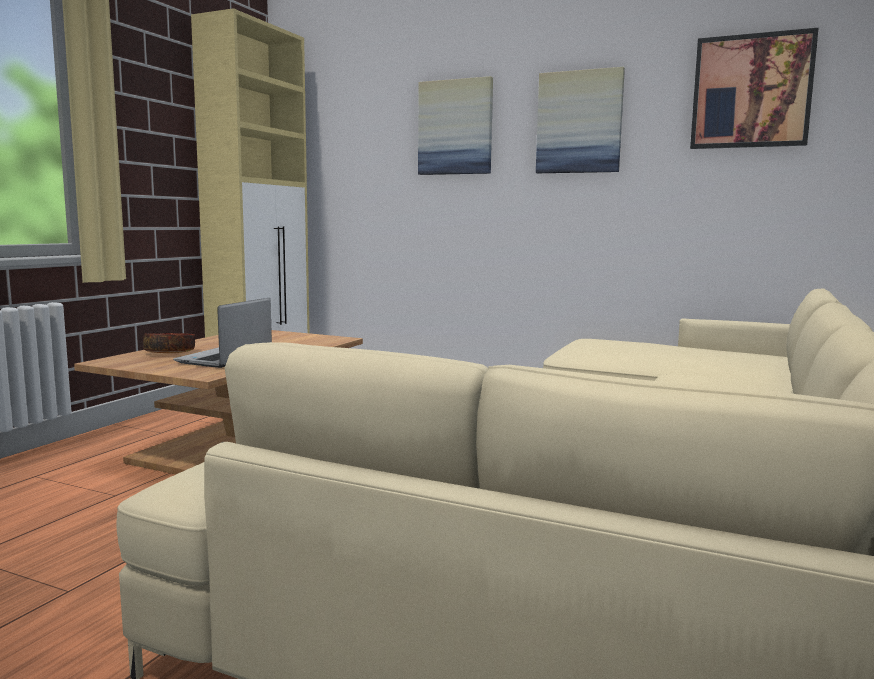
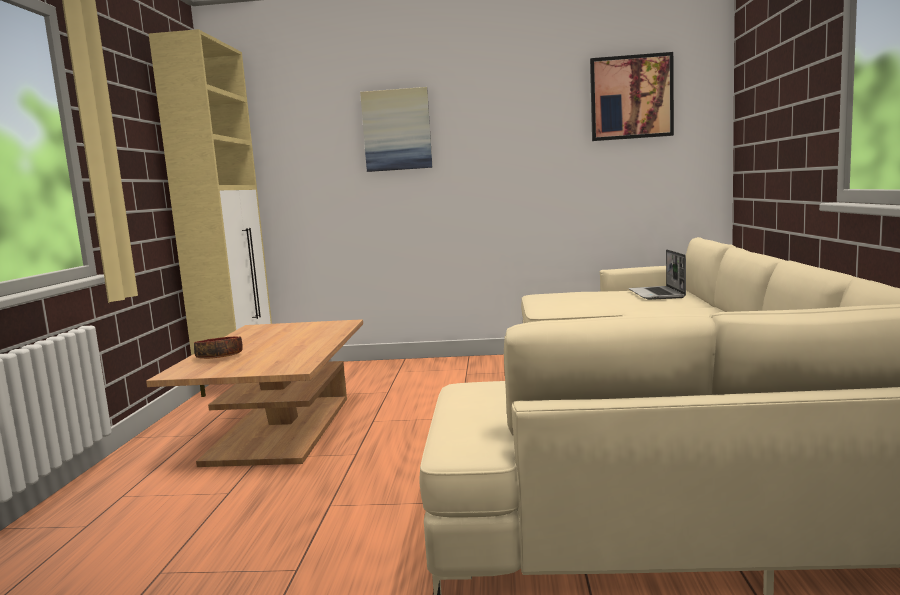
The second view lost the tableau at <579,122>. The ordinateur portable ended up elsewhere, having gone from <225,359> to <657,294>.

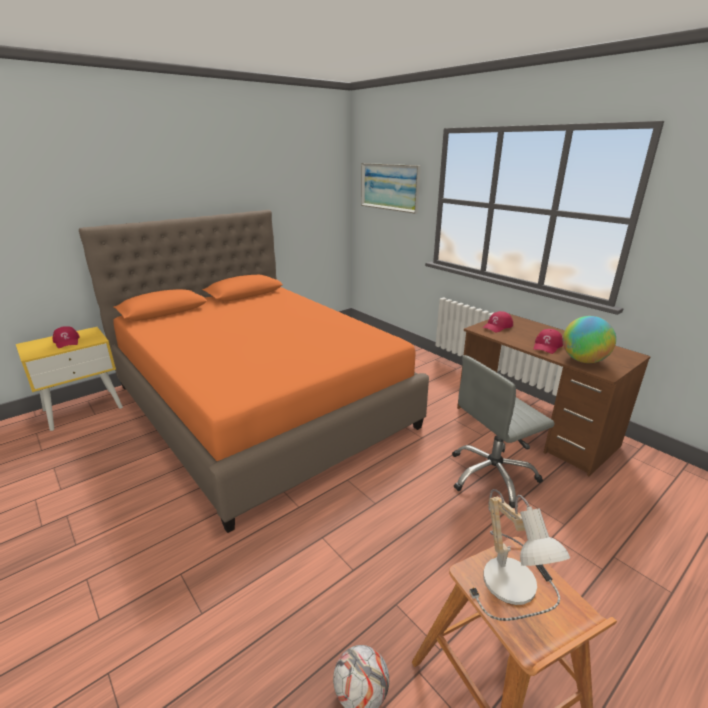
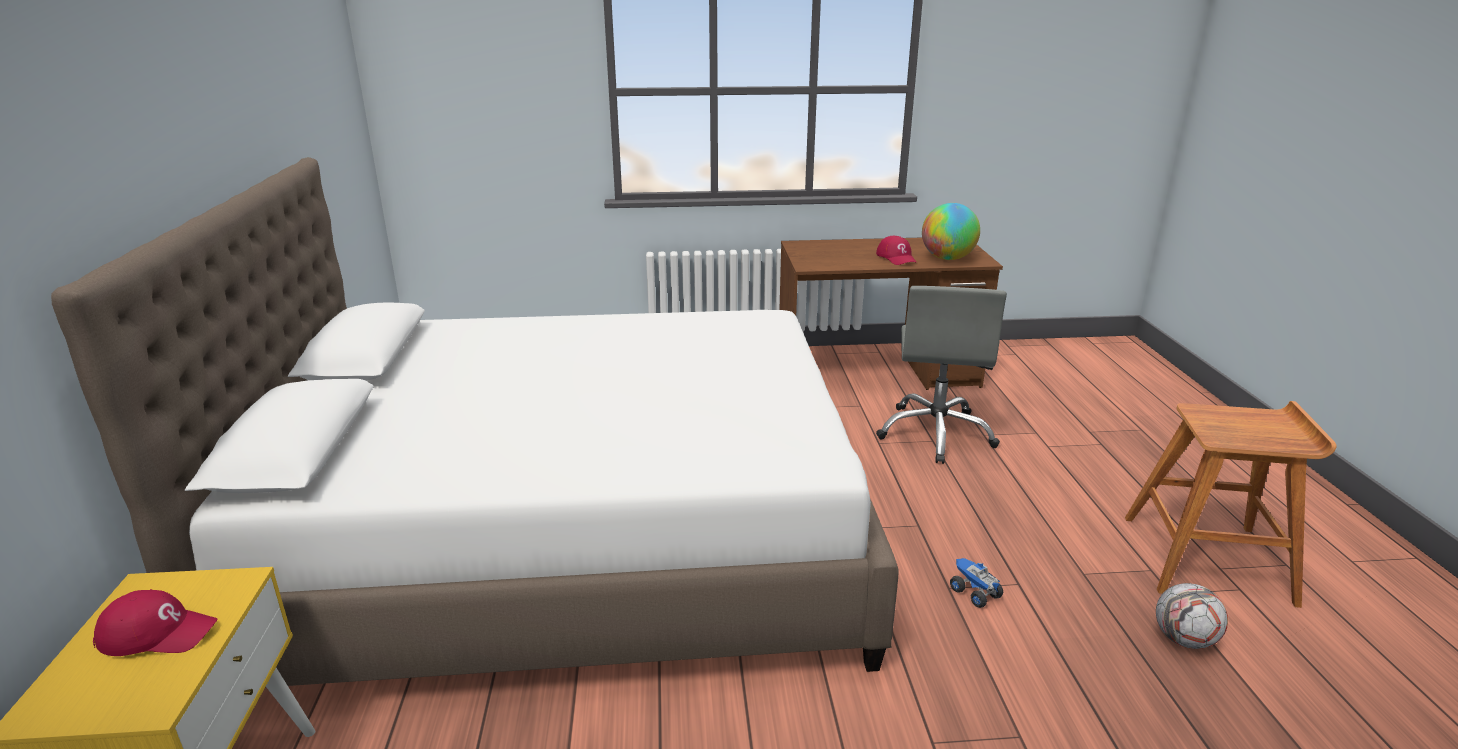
The second view lost the tableau at <389,187>. What was the lit (orange) at <261,405> turned into the lit (blanc) at <573,540>. The second view lost the casquette (rouge) at <497,326>. The second view lost the lampe de table at <516,583>. The second view gained the camion jouet at <974,593>.

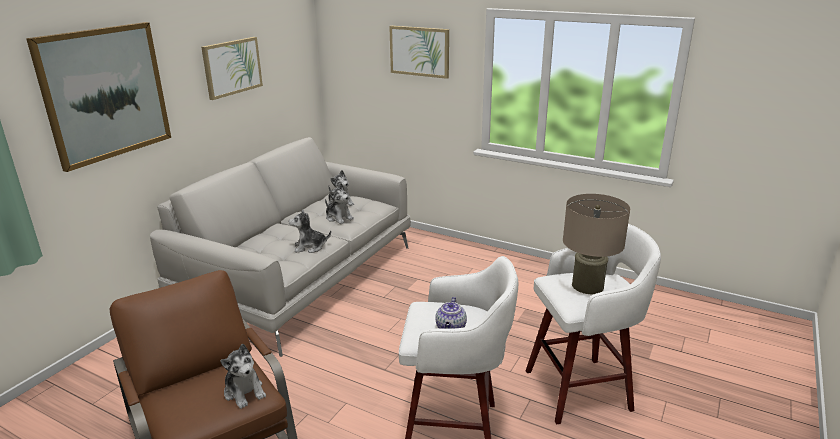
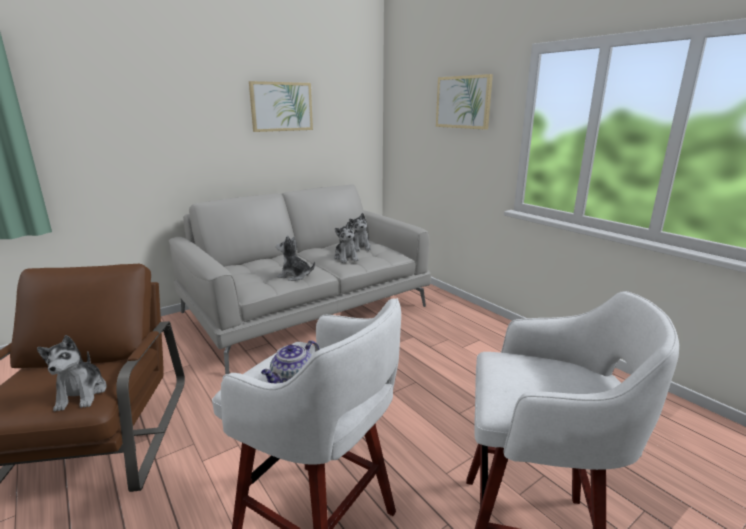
The second view lost the tableau at <105,93>. The second view lost the lampe de table (beige) at <587,286>.

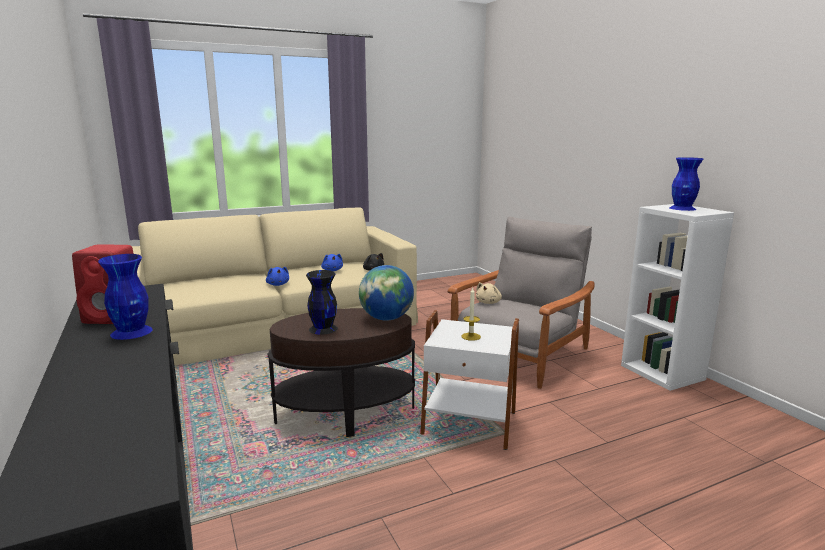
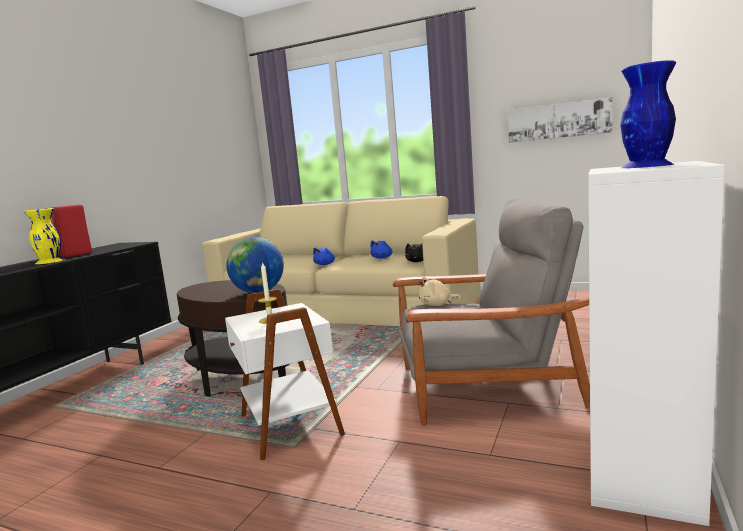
What was the vase (bleu) at <132,332> turned into the vase (jaune) at <50,261>. The second view lost the vase (noir) at <322,329>. The second view gained the tableau at <558,121>.

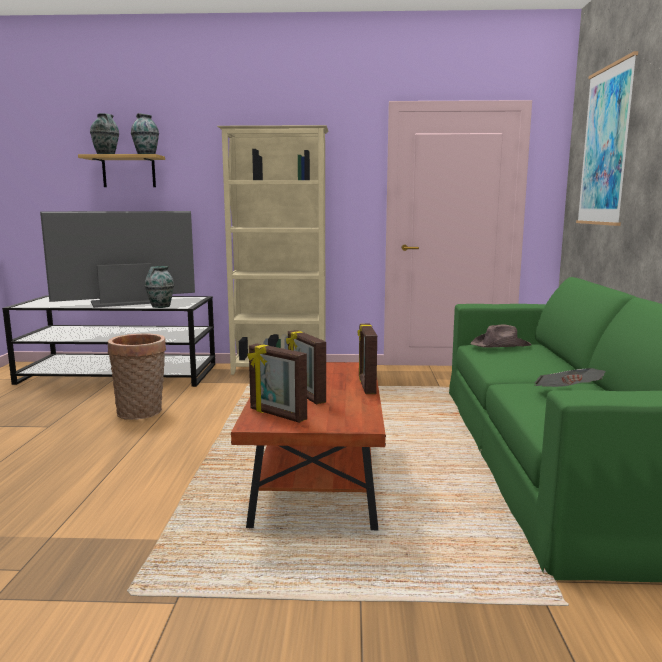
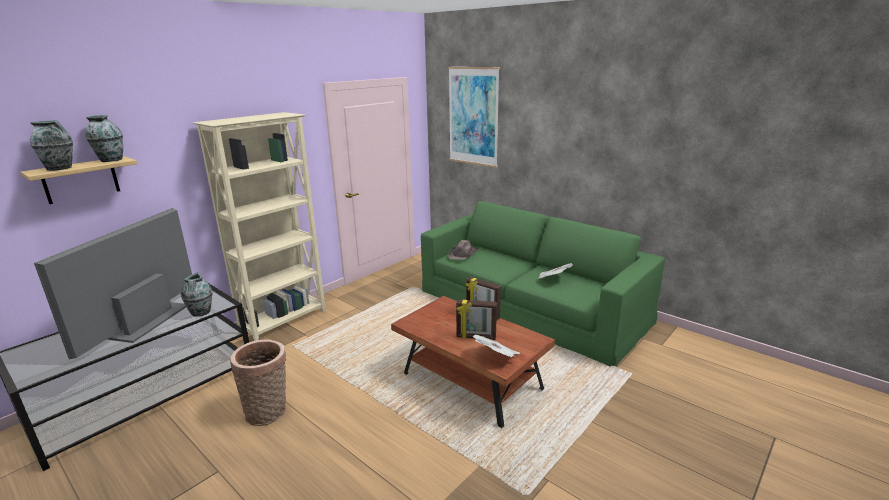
Where the cadre photo stood at <277,415>, the journal came to stand at <496,357>.

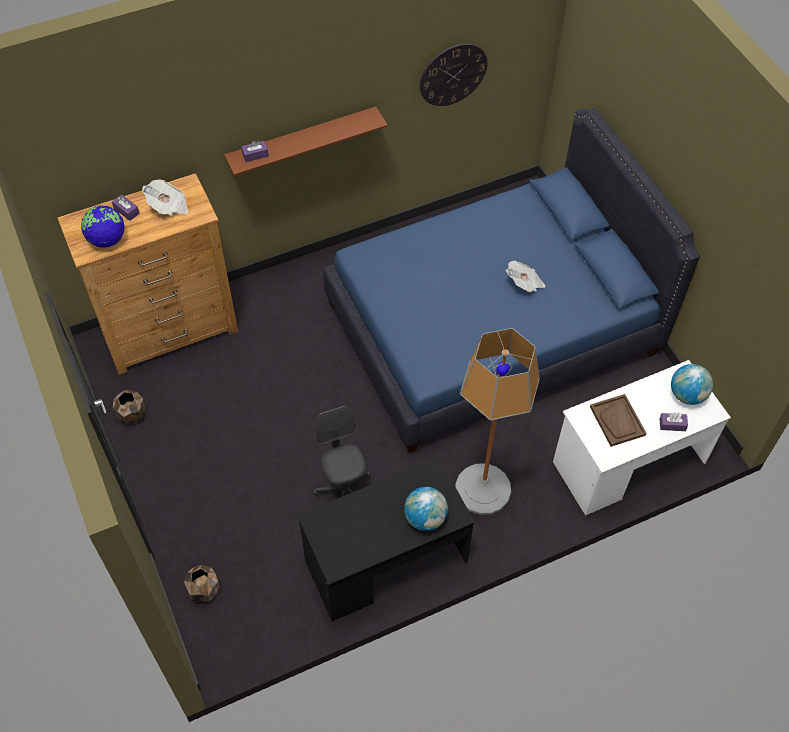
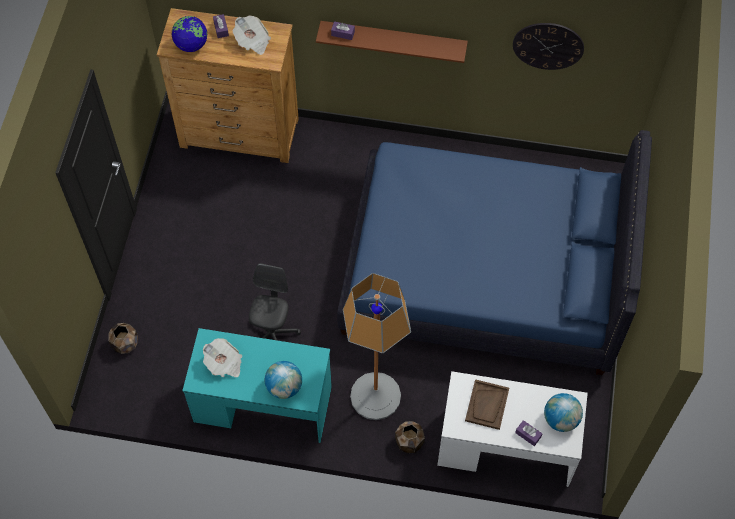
The journal ended up elsewhere, having gone from <524,283> to <224,363>. The cache-pot (marron) ended up elsewhere, having gone from <132,415> to <409,442>. What was the bureau (noir) at <385,562> turned into the bureau (turquoise) at <263,404>.

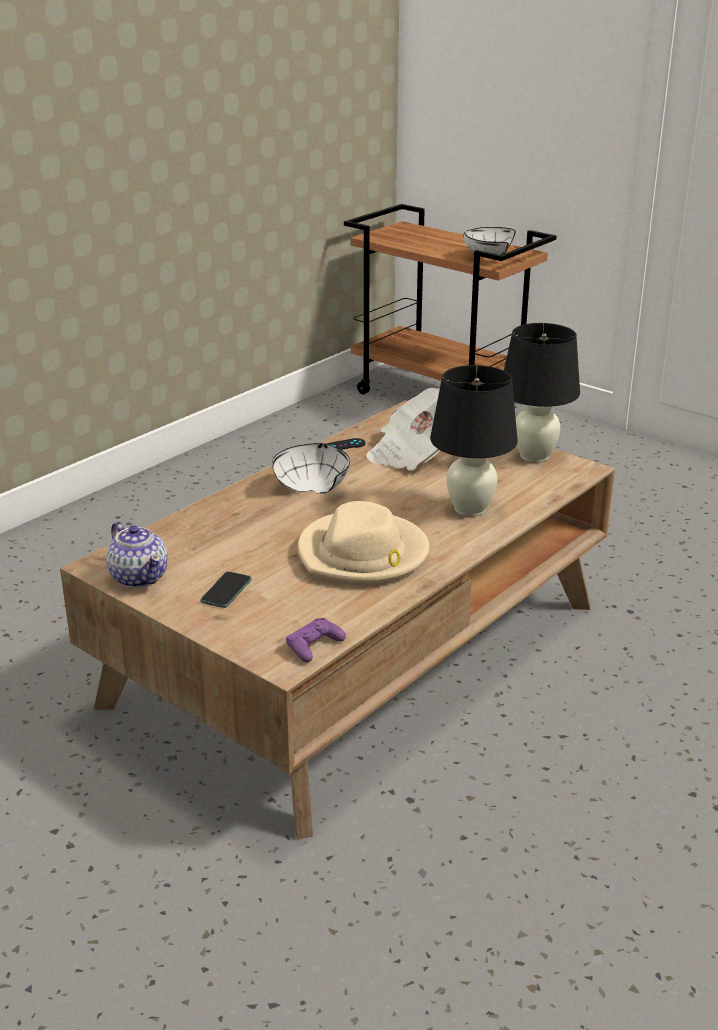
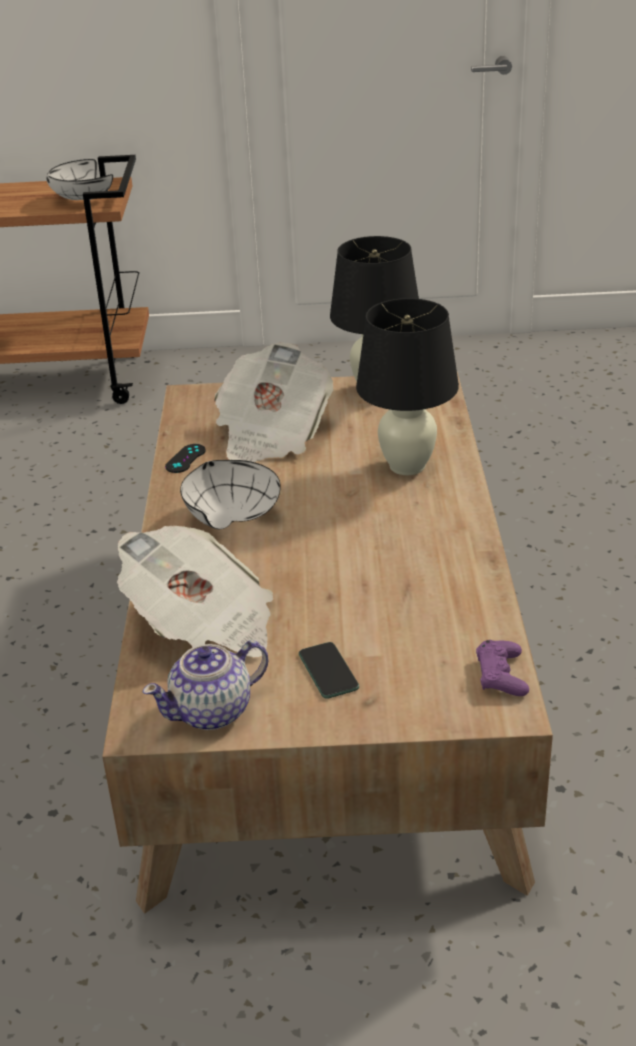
The second view lost the chapeau (beige) at <363,554>. The théière at <139,577> ended up facing another way, 135 degrees clockwise from before. The second view gained the journal at <203,625>.

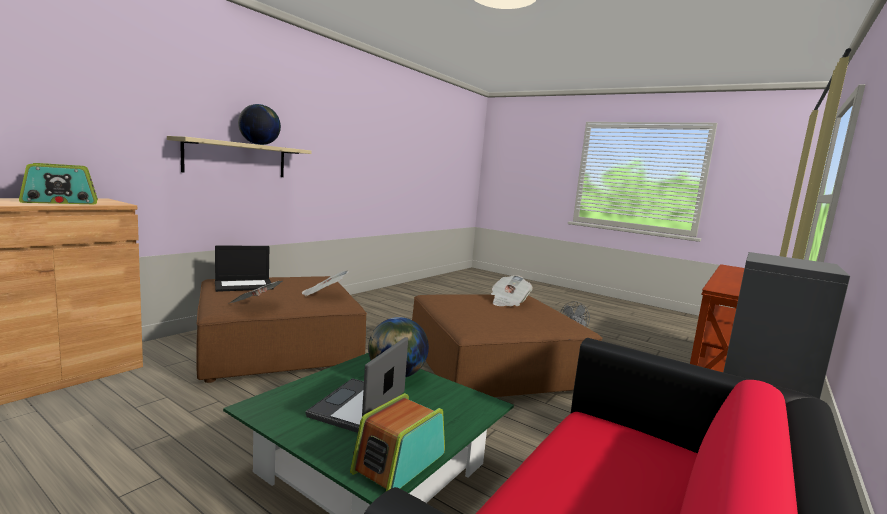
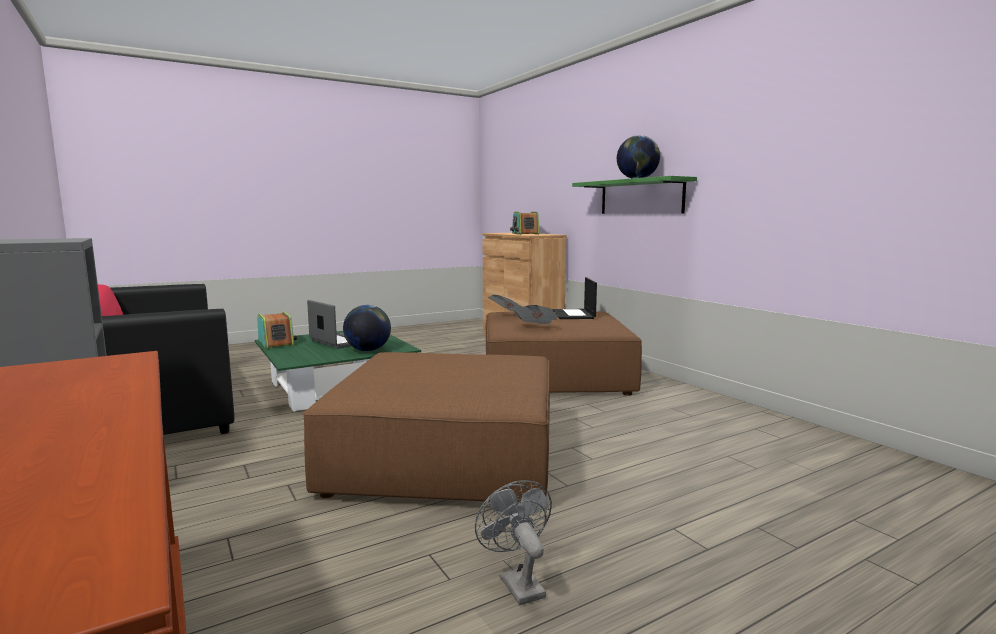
What was the étagère (beige) at <236,159> turned into the étagère (vert) at <640,197>. The second view lost the journal at <508,302>.

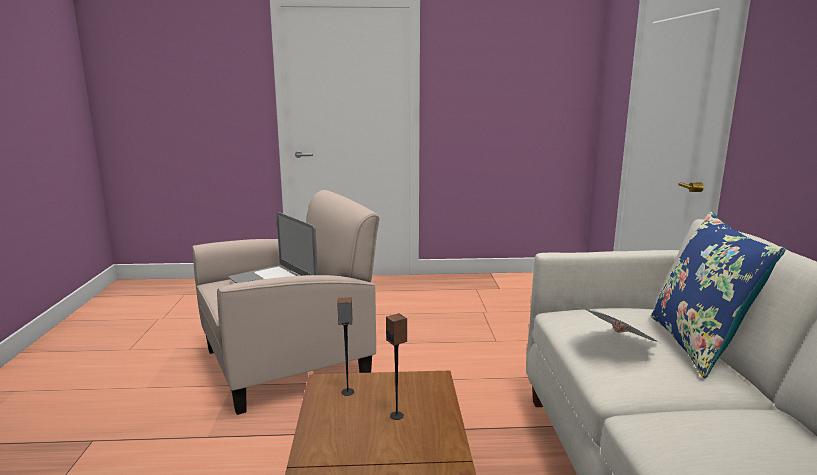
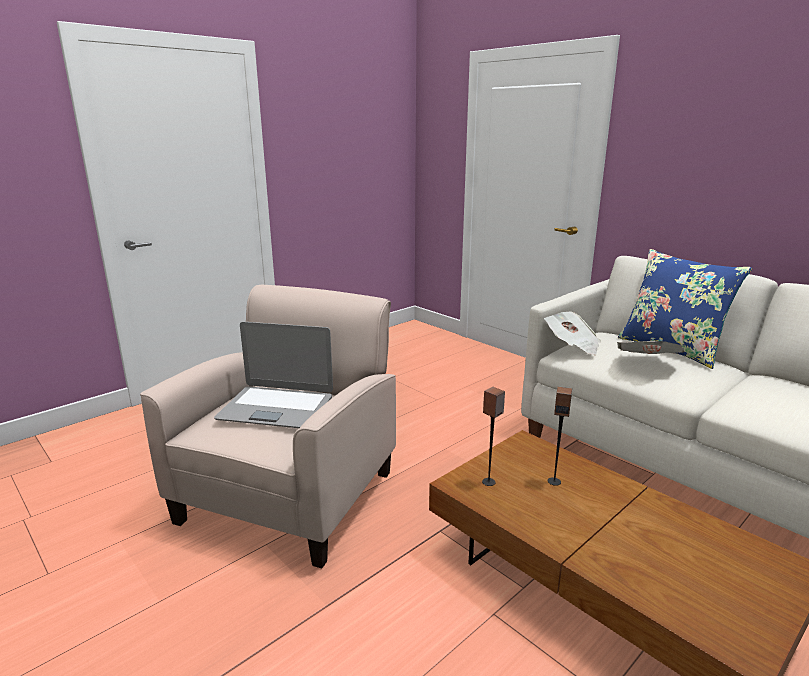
The second view gained the journal at <571,345>.

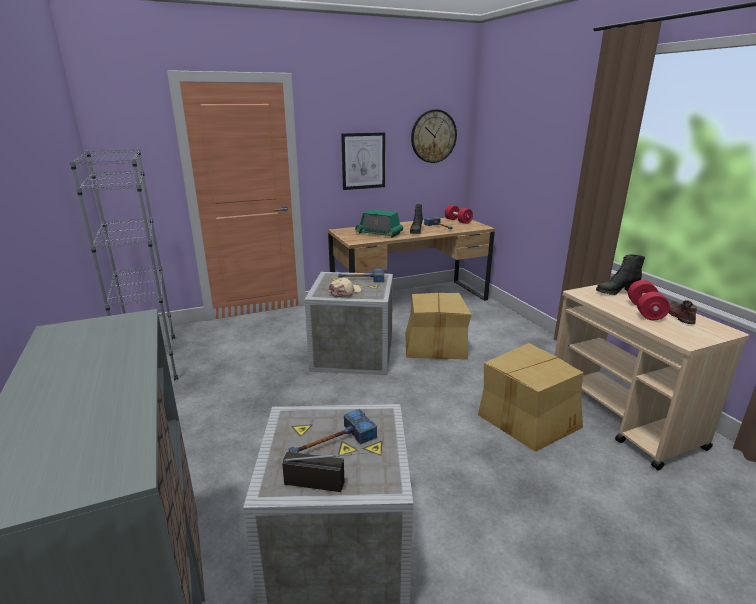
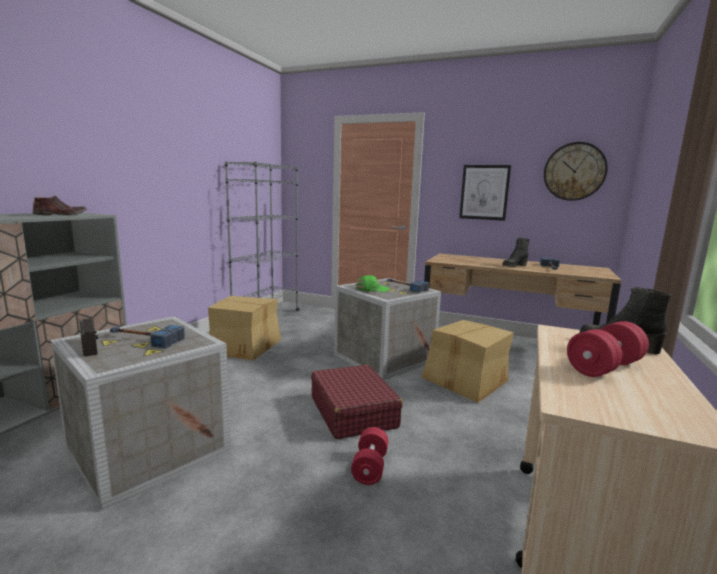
The haltère (rouge) ended up elsewhere, having gone from <458,221> to <370,467>. The second view lost the radio at <379,233>. What was the casquette (beige) at <345,292> turned into the casquette (vert) at <372,289>. The chaussure (marron) ended up elsewhere, having gone from <679,316> to <61,215>. The carton ended up elsewhere, having gone from <528,418> to <244,346>. The second view gained the valise (rouge) at <353,412>.

